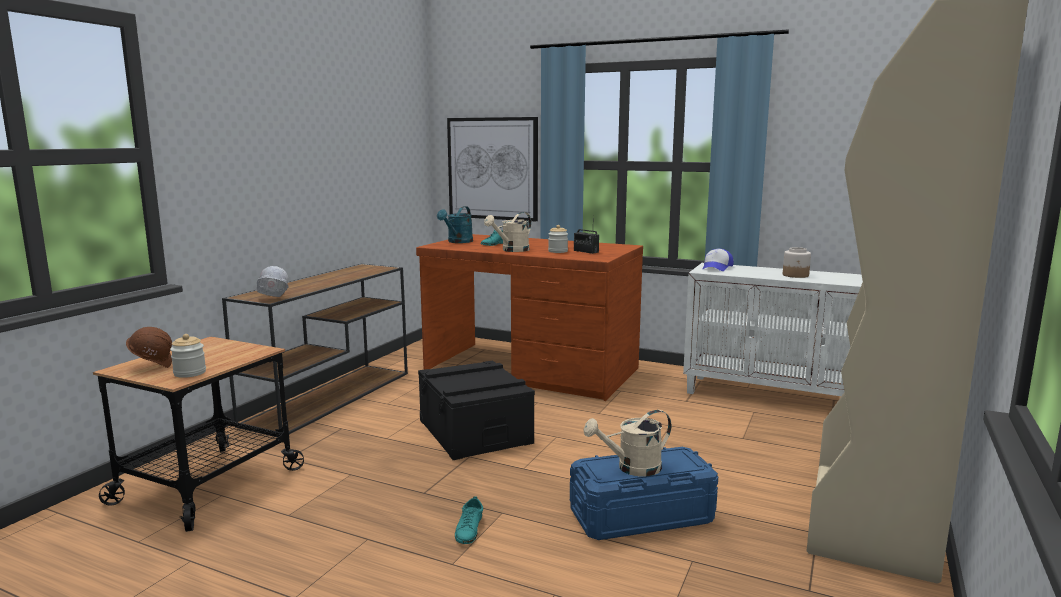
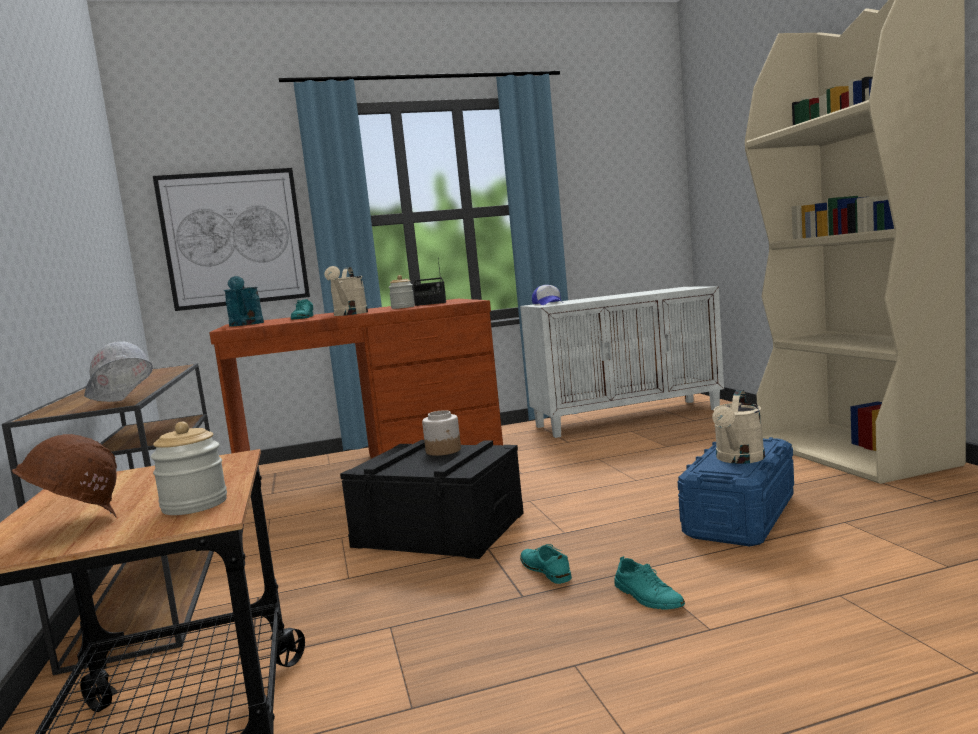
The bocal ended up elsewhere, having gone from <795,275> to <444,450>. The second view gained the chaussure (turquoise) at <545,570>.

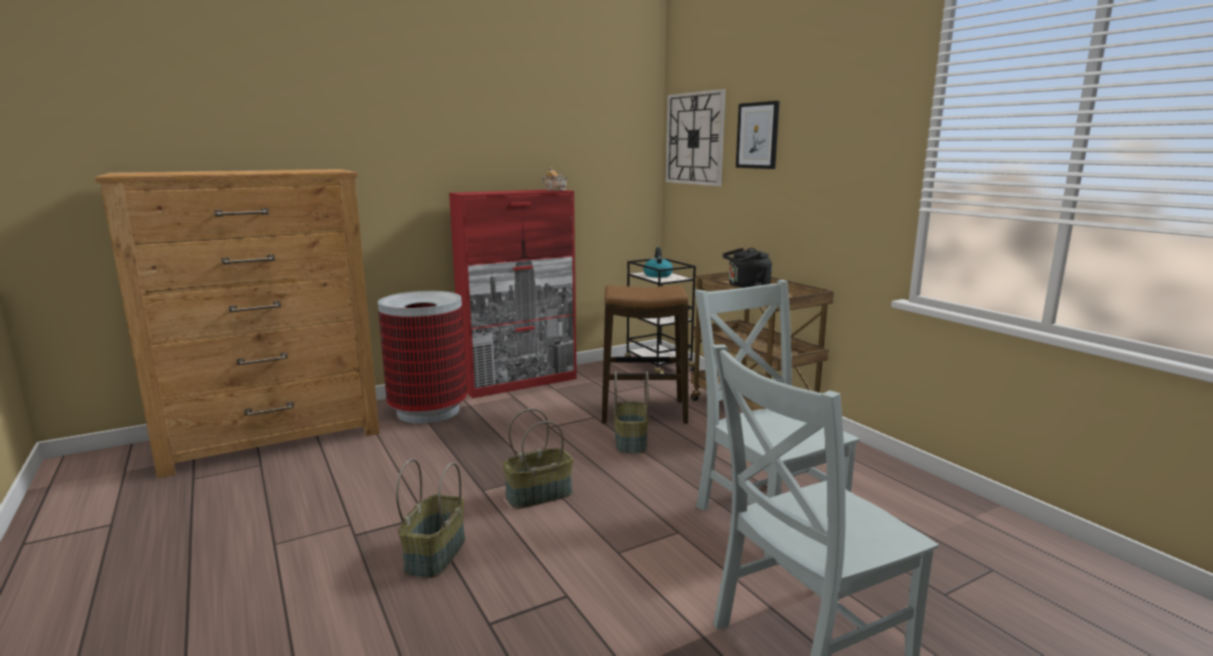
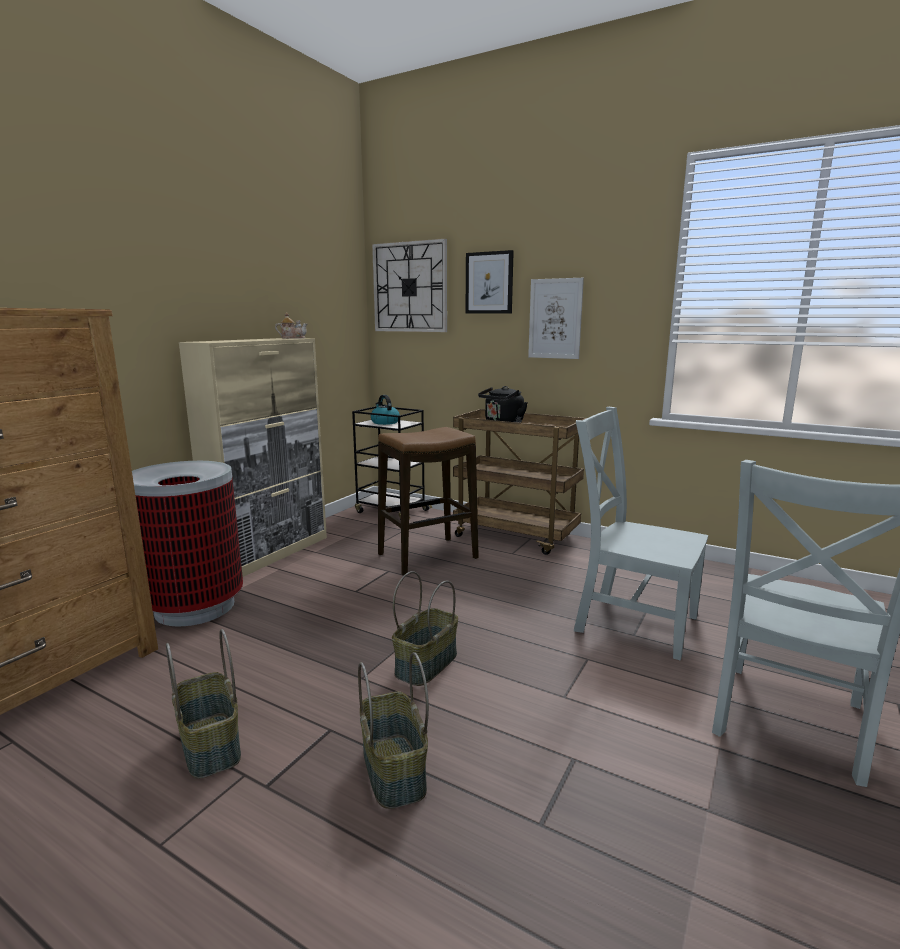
What was the meuble de rangement (rouge) at <520,383> turned into the meuble de rangement (beige) at <271,553>. The panier ended up elsewhere, having gone from <631,442> to <212,745>. The second view gained the tableau at <555,319>.

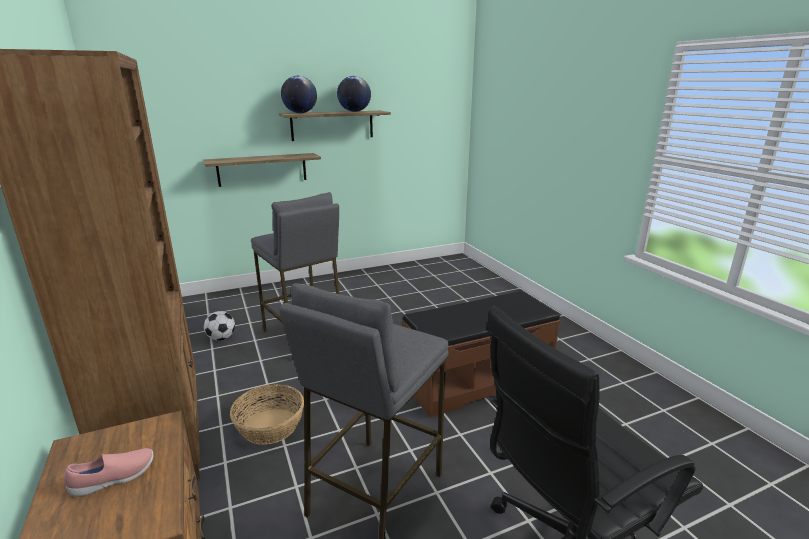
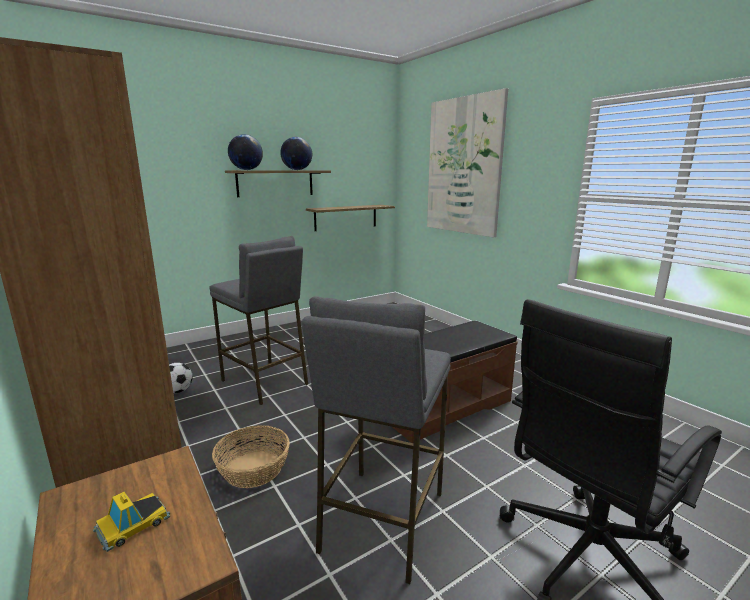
The étagère ended up elsewhere, having gone from <262,169> to <346,217>. Where the chaussure (rose) stood at <114,479>, the petite voiture came to stand at <133,524>. The second view gained the tableau at <463,166>.

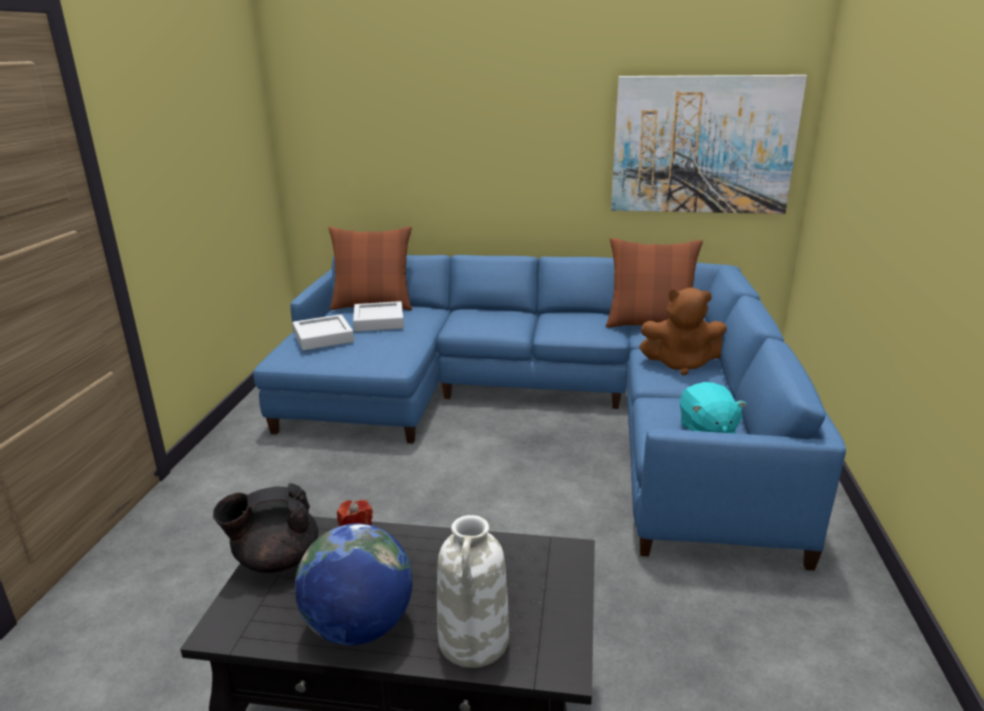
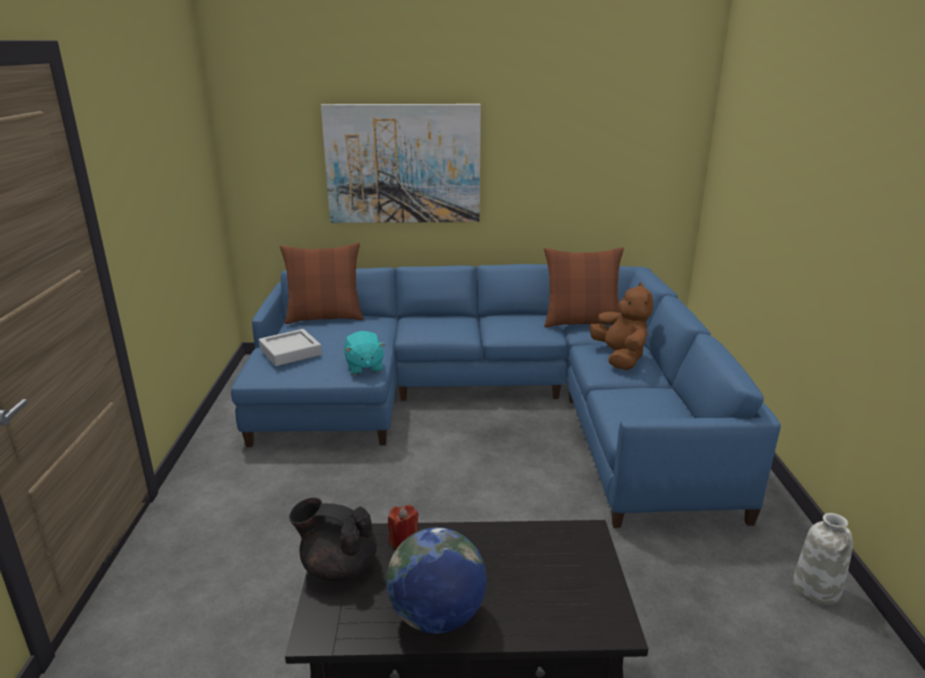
The tableau ended up elsewhere, having gone from <702,145> to <403,164>. The peluche (marron) at <681,364> ended up facing another way, 105 degrees counterclockwise from before. The second view lost the plateau (gris) at <379,321>. The peluche (turquoise) ended up elsewhere, having gone from <706,431> to <364,367>. The théière (noir) at <276,559> ended up facing another way, 45 degrees clockwise from before. The vase (blanc) ended up elsewhere, having gone from <474,641> to <817,590>.

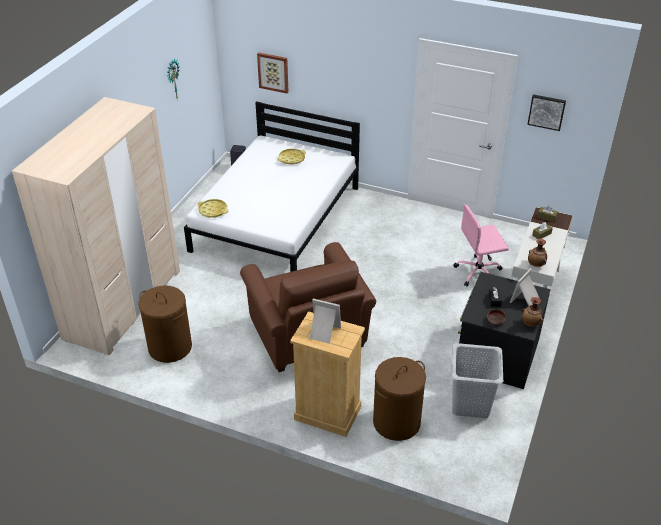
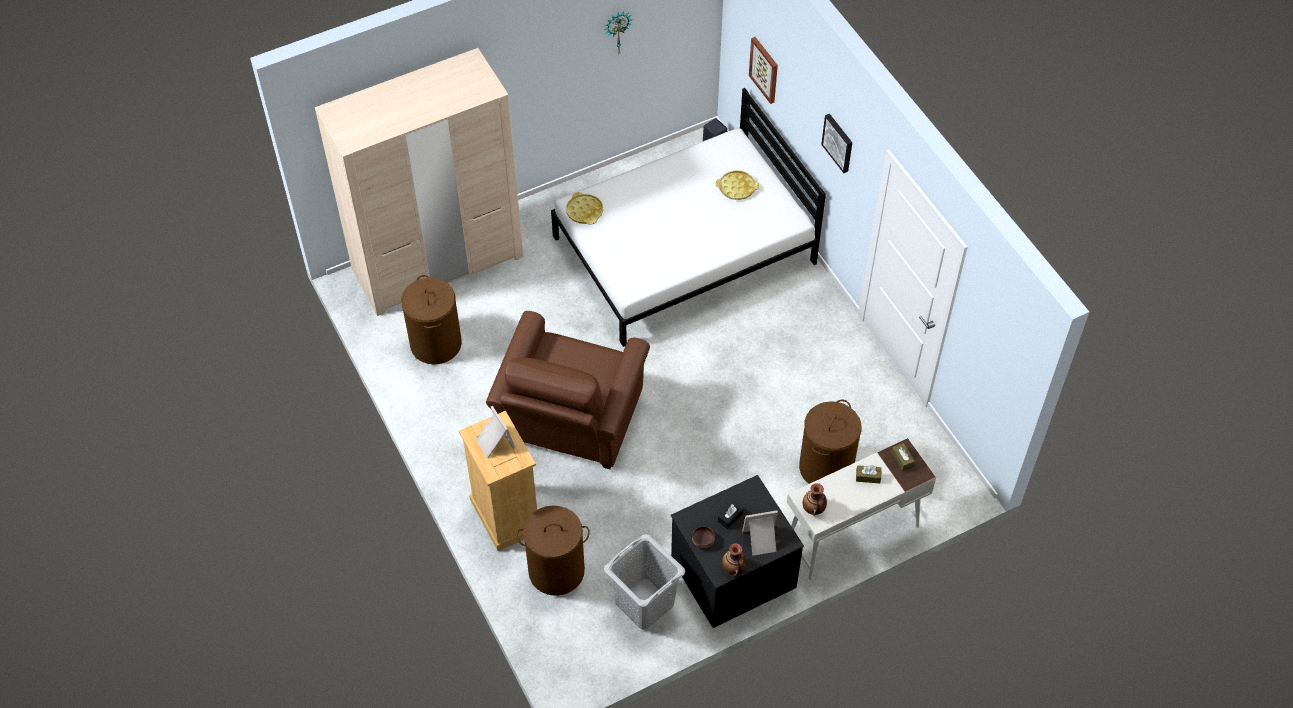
The tableau ended up elsewhere, having gone from <546,111> to <838,142>. Where the chaise de bureau (rose) stood at <479,273>, the panier à linge (marron) came to stand at <825,467>.

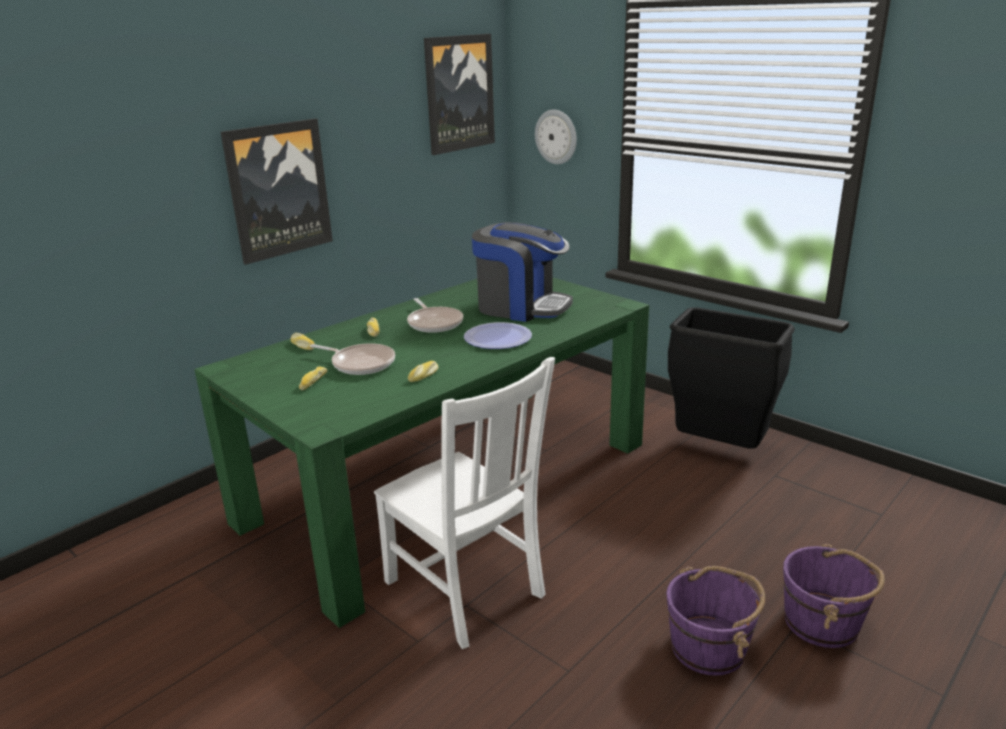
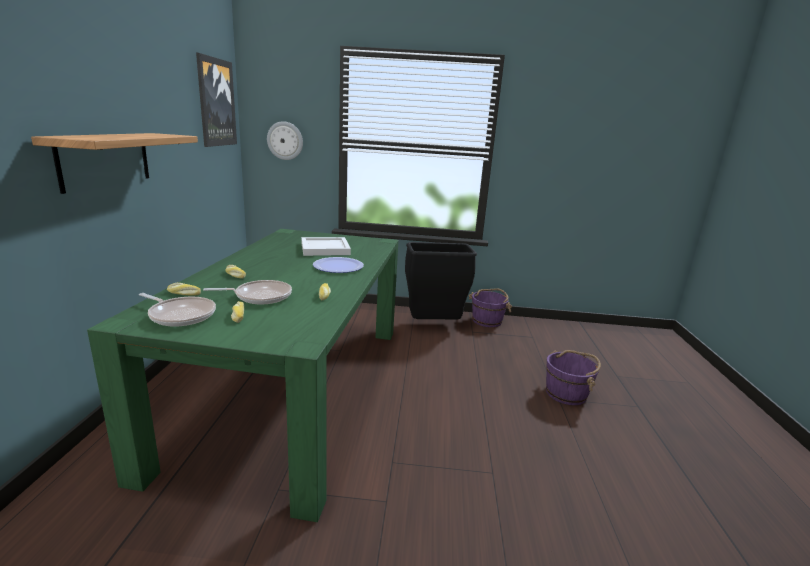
Where the tableau hung at <278,190>, the étagère came to hang at <105,160>. Where the machine à café stood at <521,307>, the plateau (blanc) came to stand at <324,248>. The poêle ended up elsewhere, having gone from <434,323> to <180,315>. The second view lost the chaise (blanc) at <467,591>. The seau (violet) ended up elsewhere, having gone from <709,647> to <487,321>.

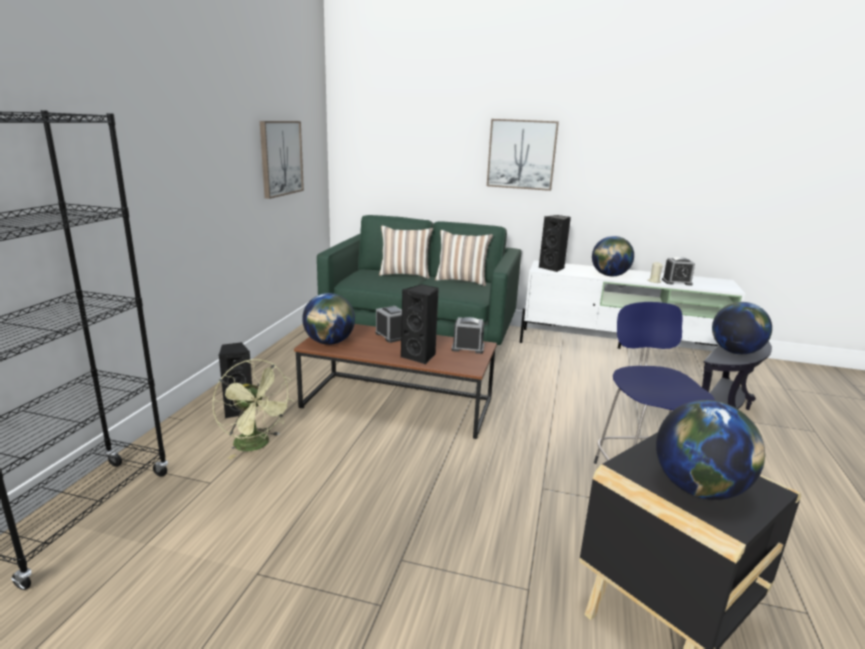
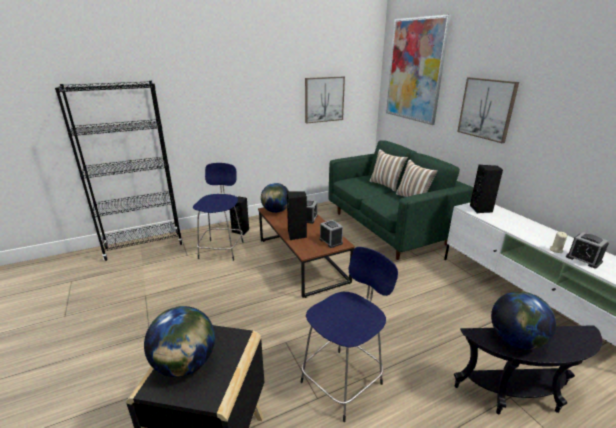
The second view lost the globe at <609,275>. Where the ventilateur (vert) stood at <257,445>, the tabouret (bleu) came to stand at <222,249>. The second view gained the tableau at <415,70>.

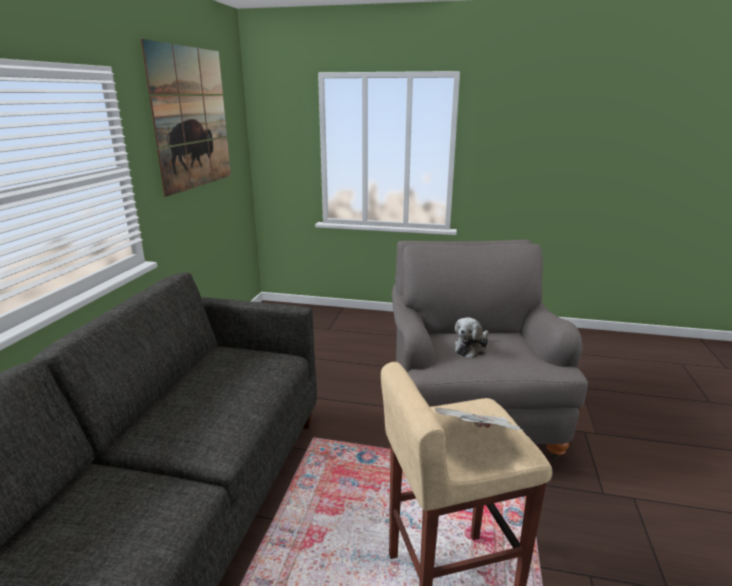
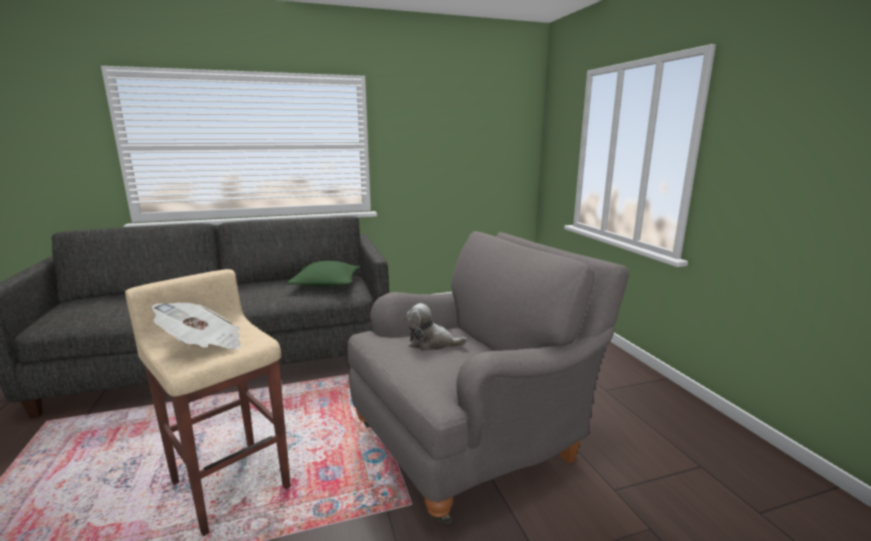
The second view lost the tableau at <191,118>. The second view gained the coussin (vert) at <326,283>.

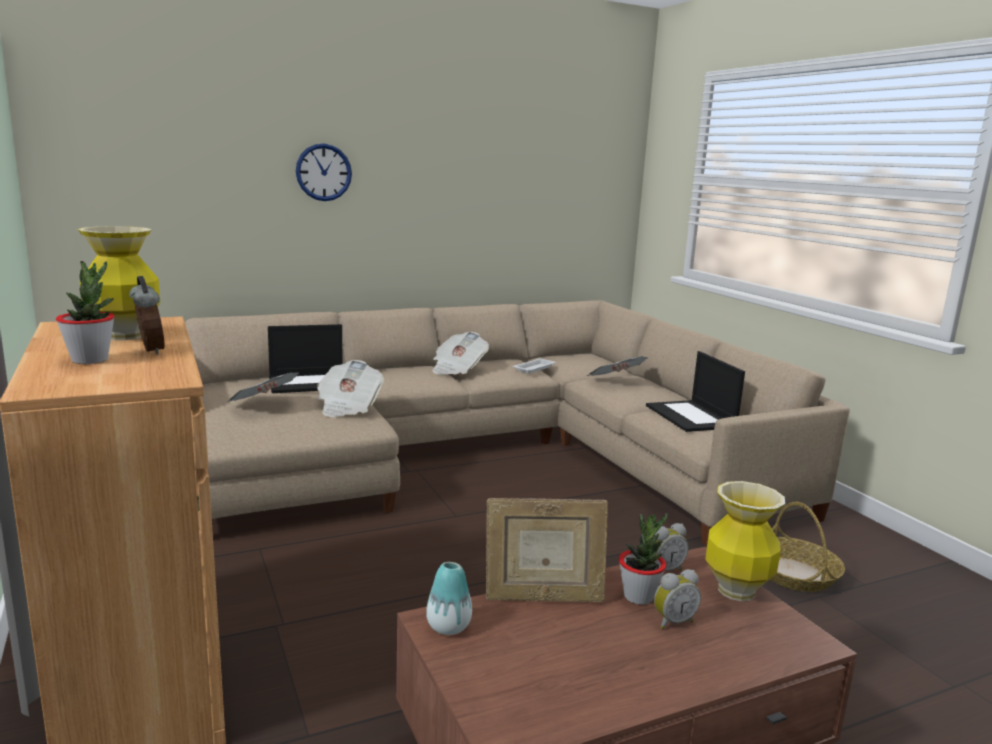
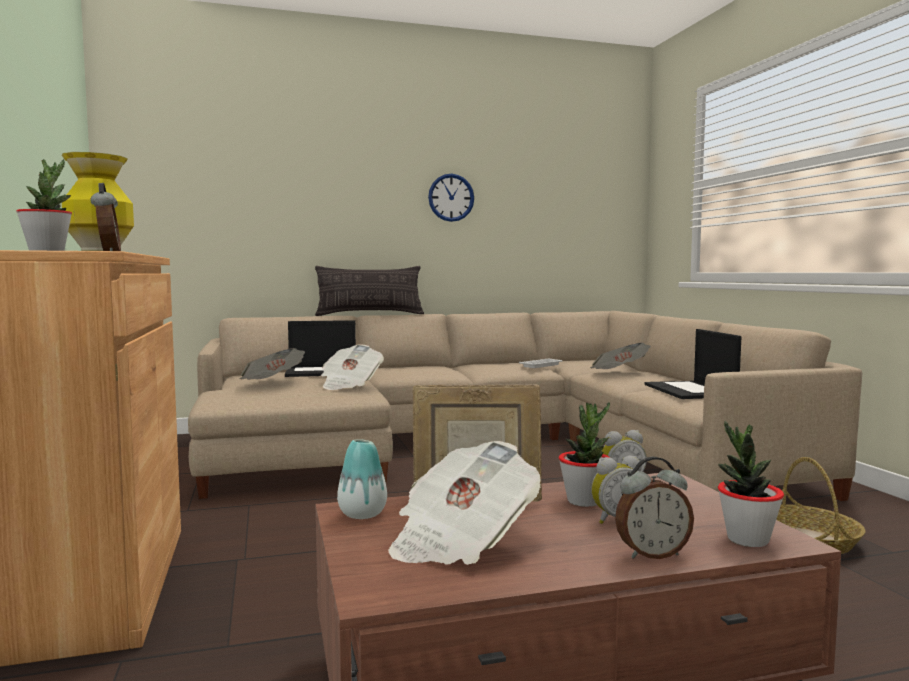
The horloge murale ended up elsewhere, having gone from <323,172> to <451,197>. The journal ended up elsewhere, having gone from <457,369> to <460,541>. The second view lost the vase at <735,591>. The second view gained the coussin at <370,314>. The second view gained the plante en pot at <747,540>. The second view gained the réveil at <652,554>.

